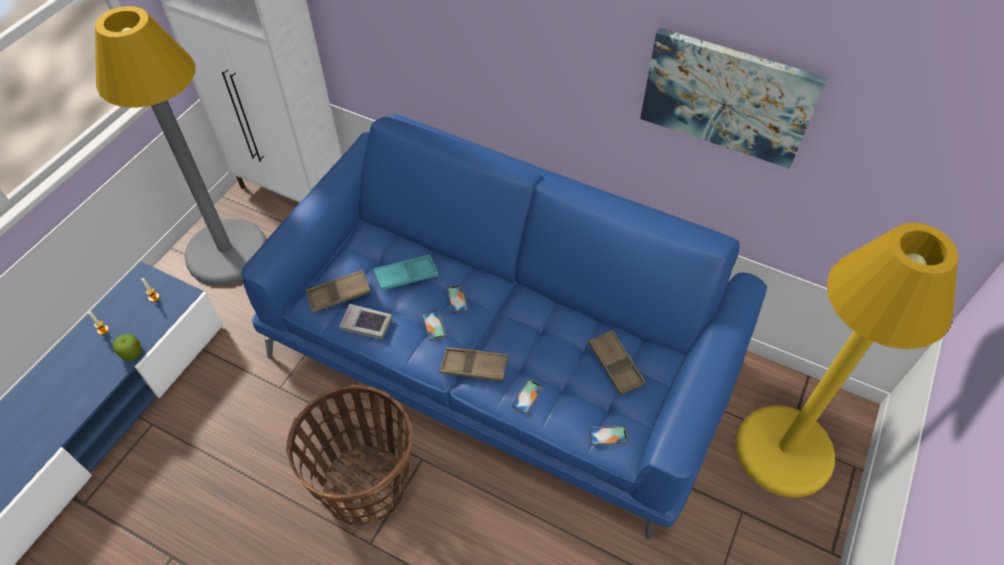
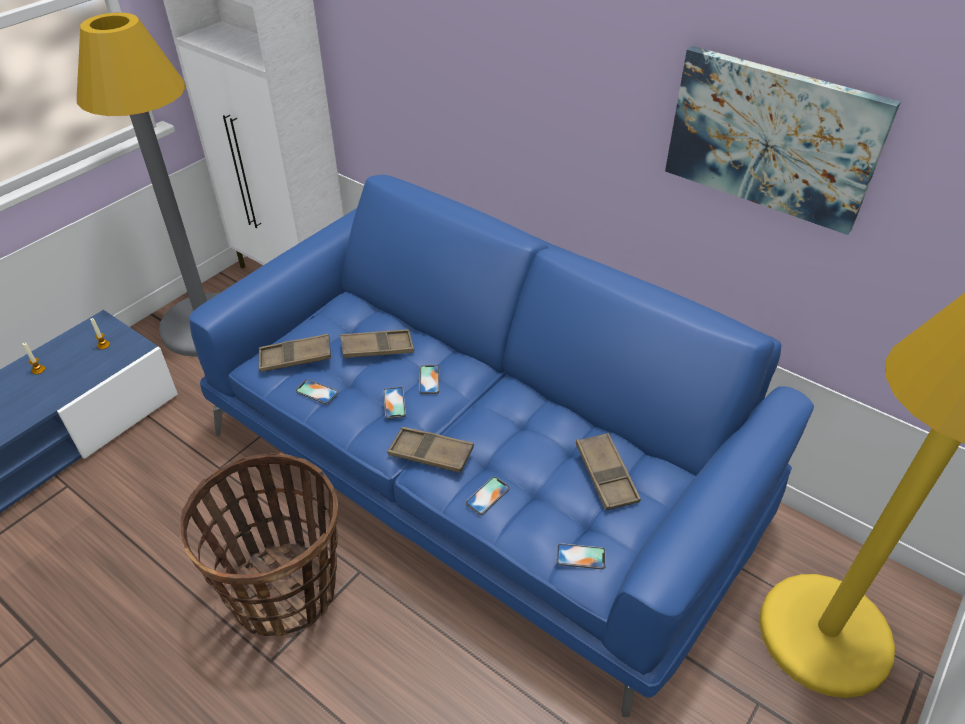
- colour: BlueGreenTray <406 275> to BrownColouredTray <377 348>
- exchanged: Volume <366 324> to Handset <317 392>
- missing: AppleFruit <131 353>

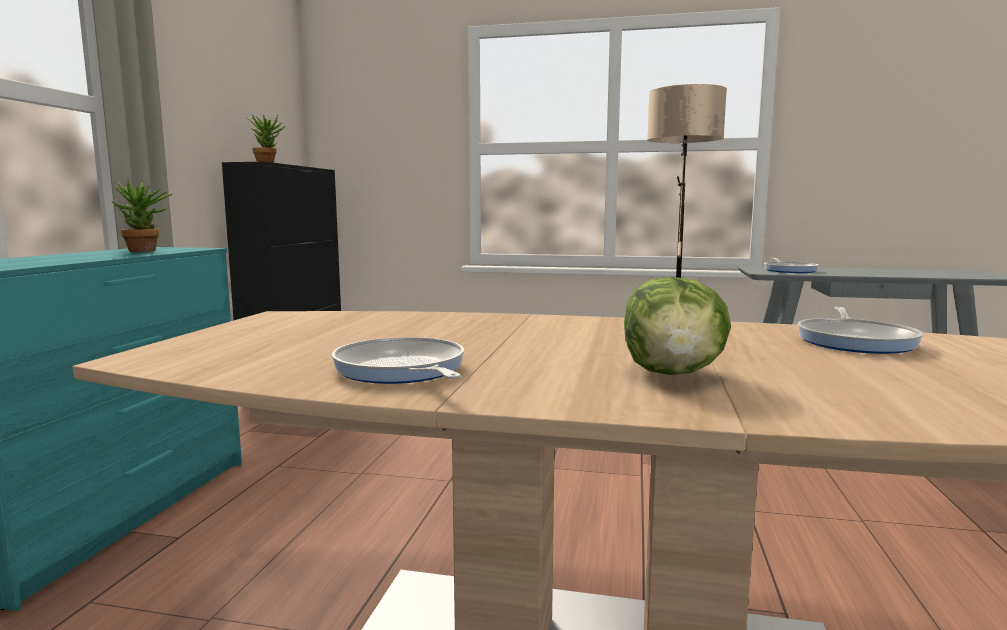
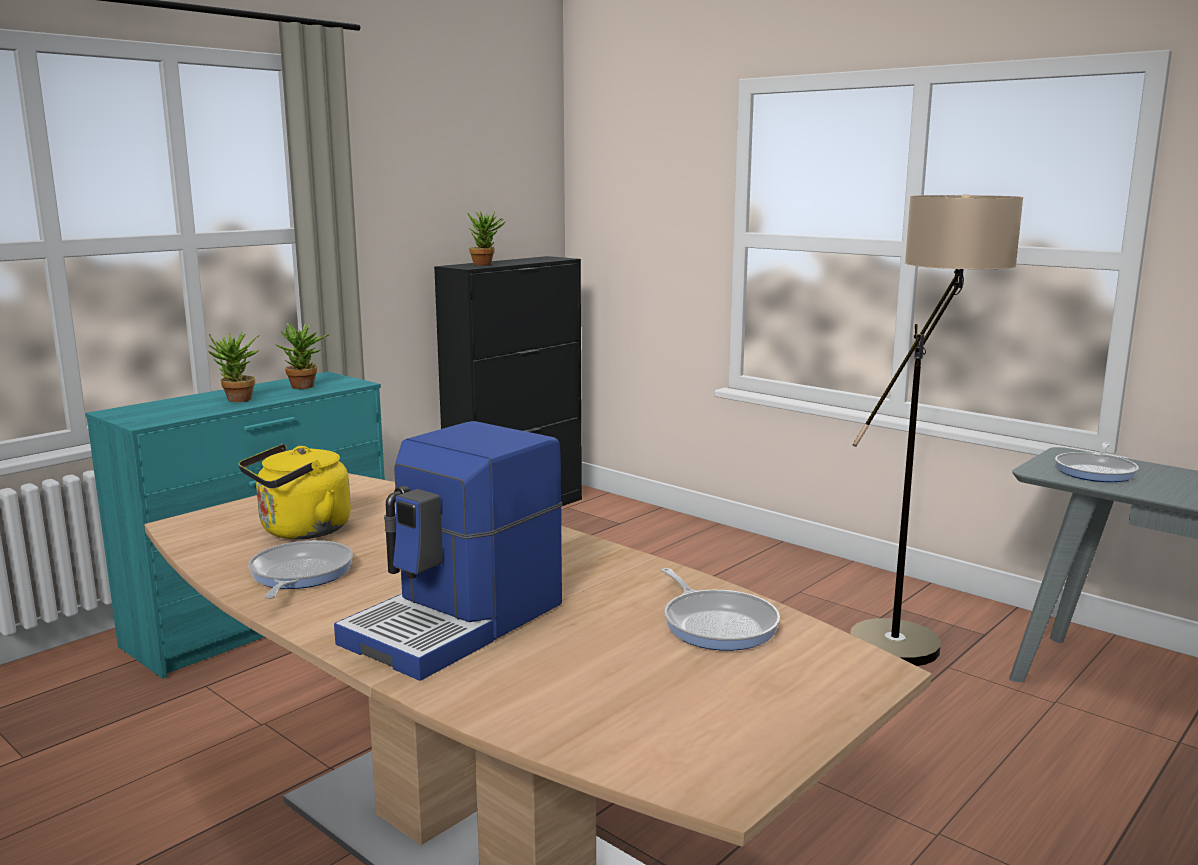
- exchanged: LettuceHead <673 373> to CoffeeMachine <458 623>
- spun: FryingPan <855 341> = <717 624> 75 degrees counterclockwise
- appeared: PlantInAPot <237 400>
- appeared: YellowishWaterKettle <300 531>

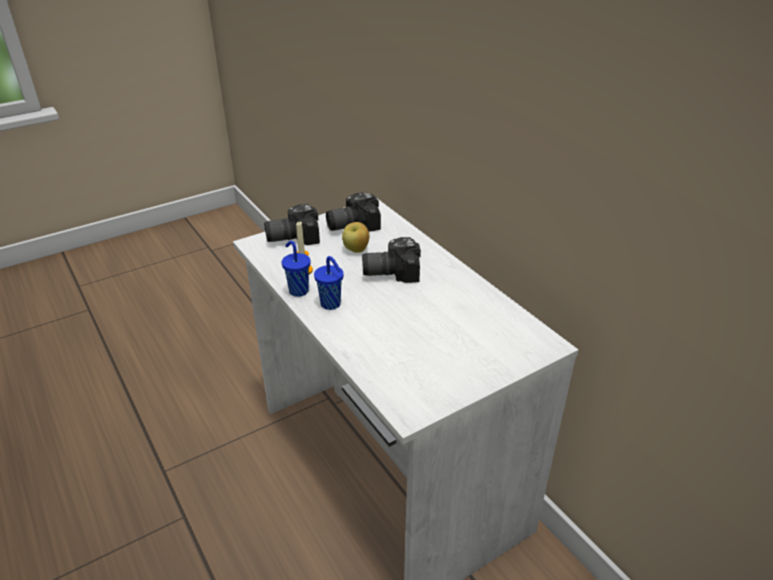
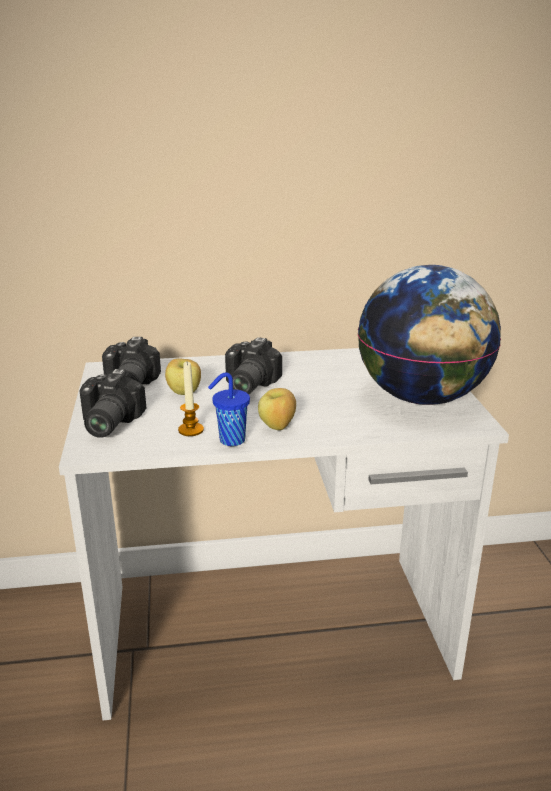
- exchanged: BlueColouredCup <331 305> to AppleFruit <277 426>
- appeared: Globe <421 398>

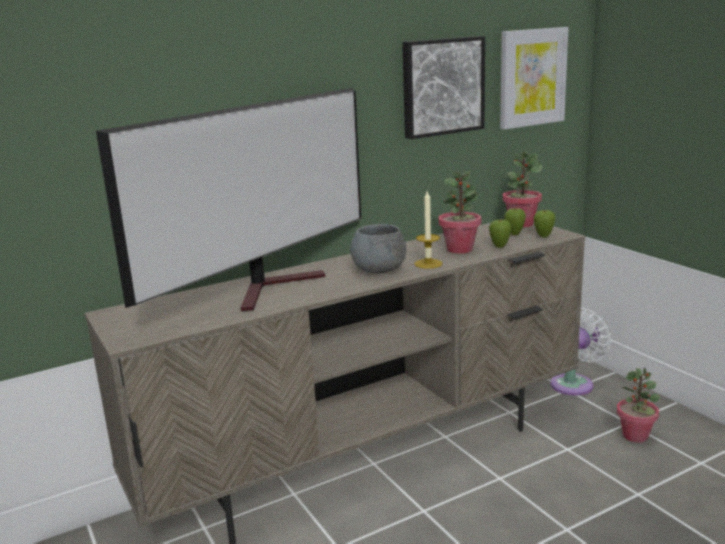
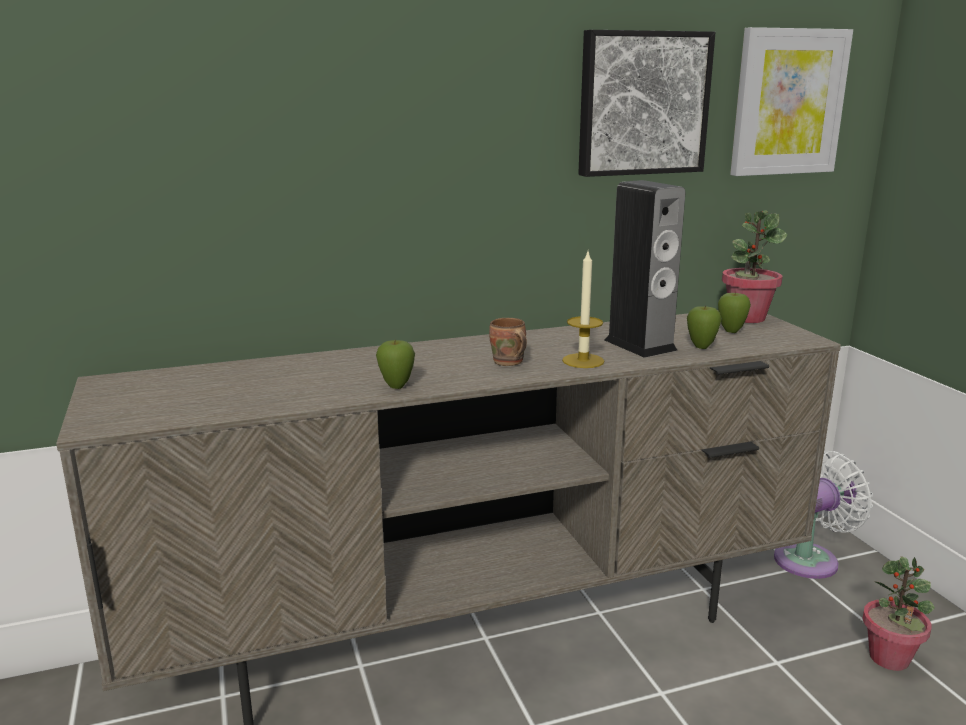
- missing: Television <273 287>
- exchanged: PlantInAPot <460 249> to AudioSpeaker <640 345>
- relocated: AppleFruit <543 236> to <396 386>
- exchanged: GreyServingBowl <379 270> to BrownColouredMug <507 363>

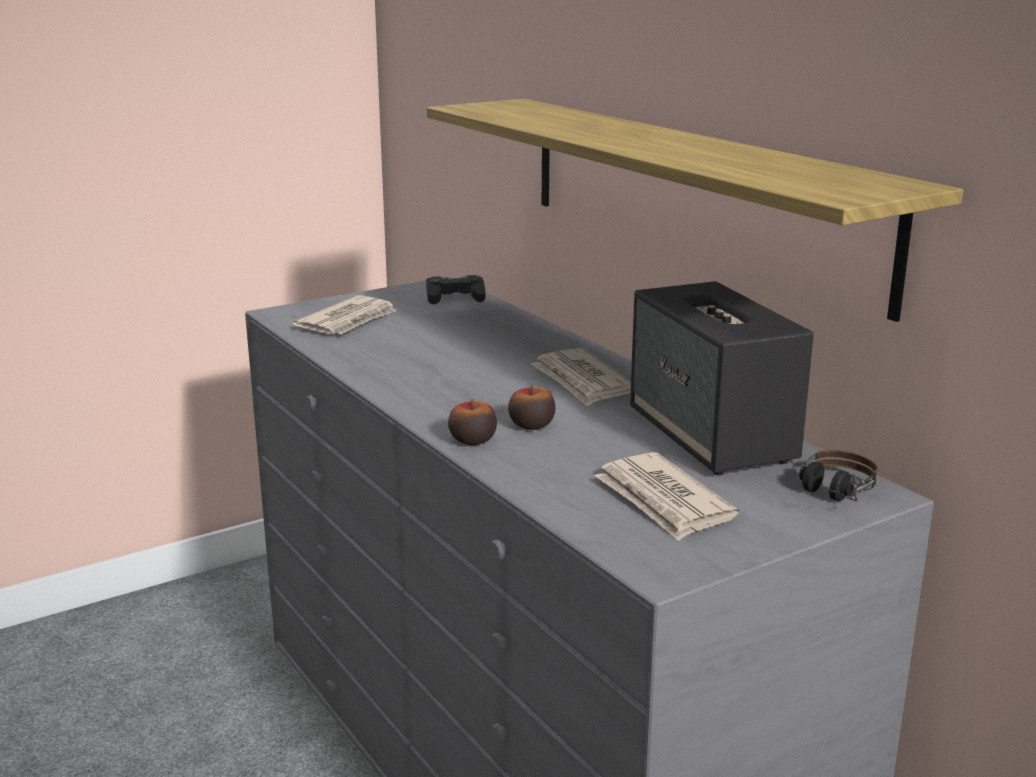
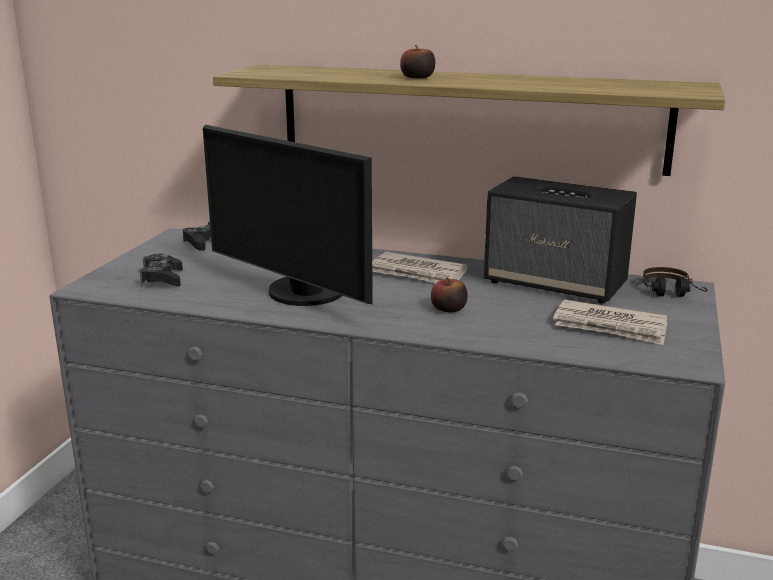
- exchanged: DailyPaper <349 321> to BlackishJoypad <162 278>
- relocated: AppleFruit <472 440> to <417 78>
- appeared: Monitor <300 294>

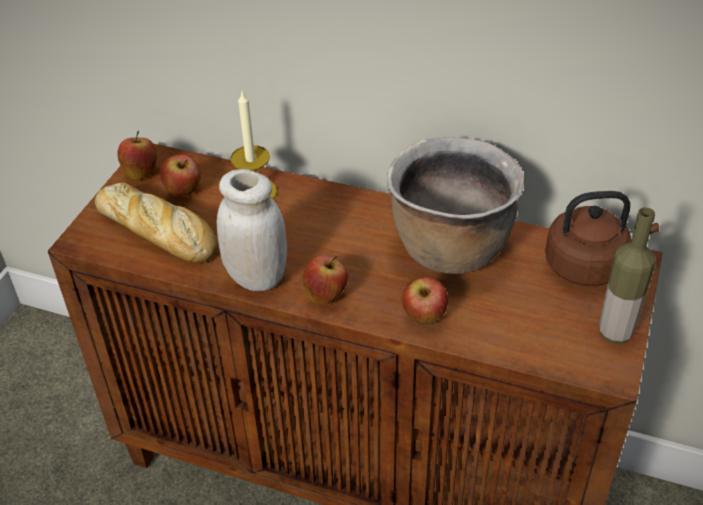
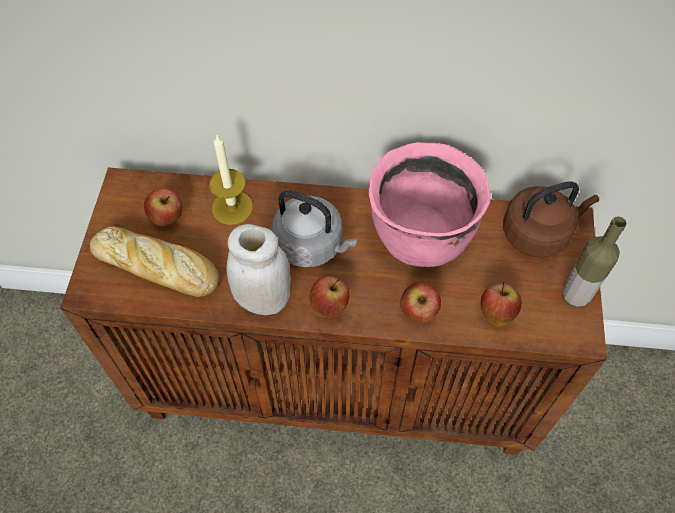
- relocated: AppleFruit <141 172> to <496 313>
- colour: BrownColouredStockpot <449 247> to PinkishStockpot <420 236>
- appeared: GreyWaterKettle <312 246>

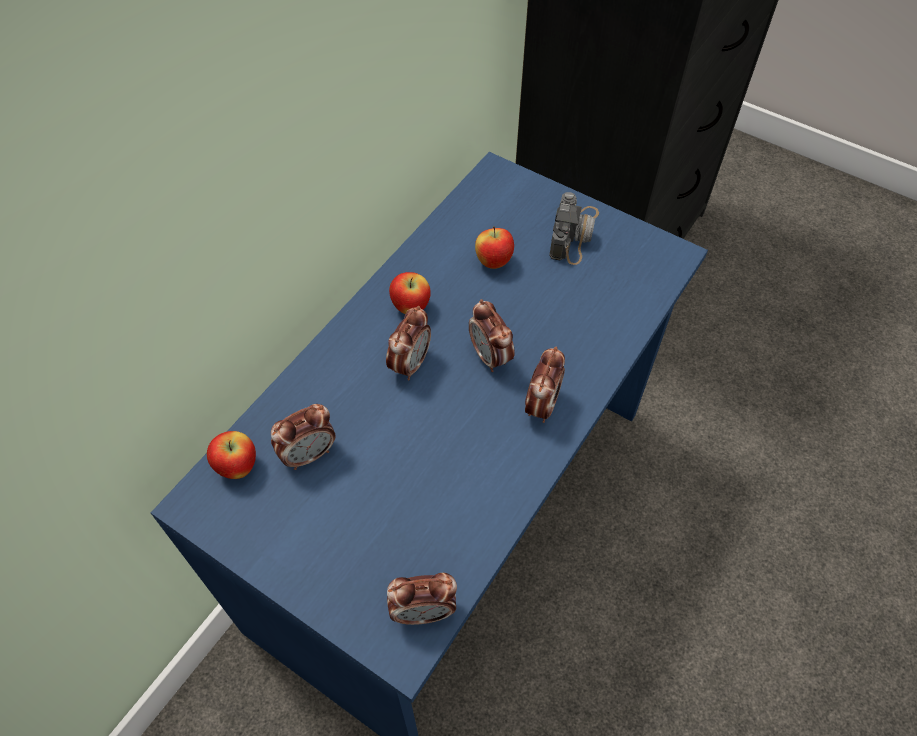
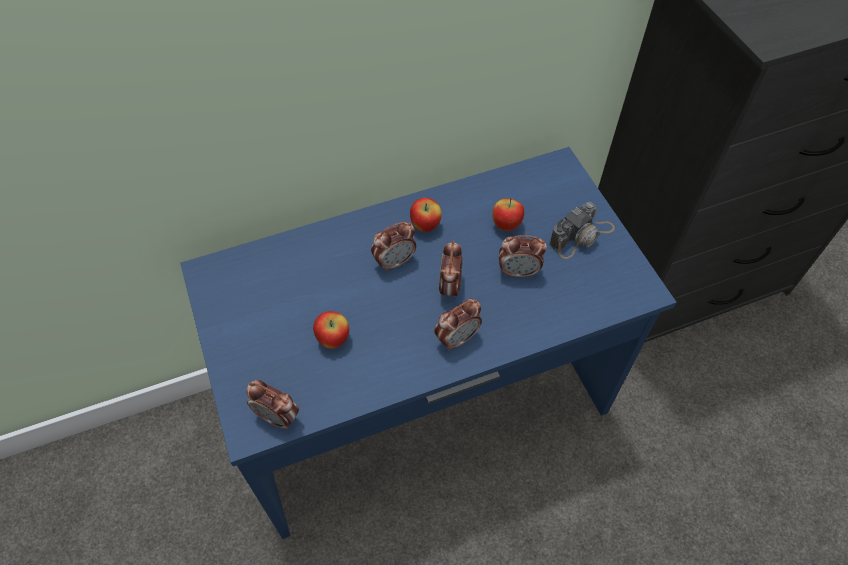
- relocated: AlarmClock <309 454> to <518 272>
- relocated: AppleFruit <237 466> to <333 339>

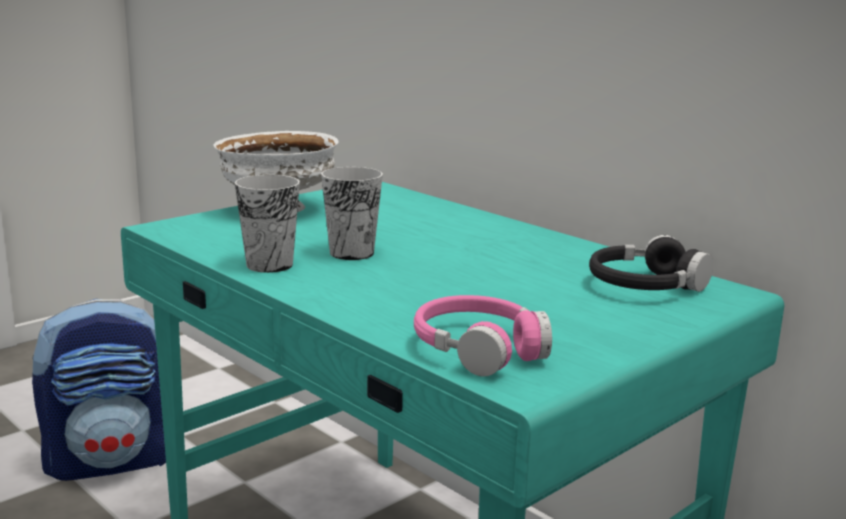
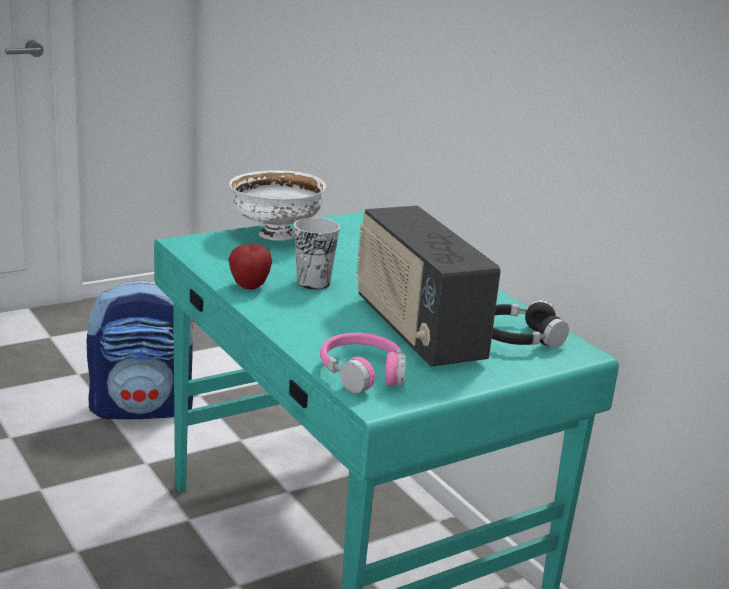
- exchanged: Cup <269 265> to AppleFruit <249 286>
- appeared: RadioSet <416 330>

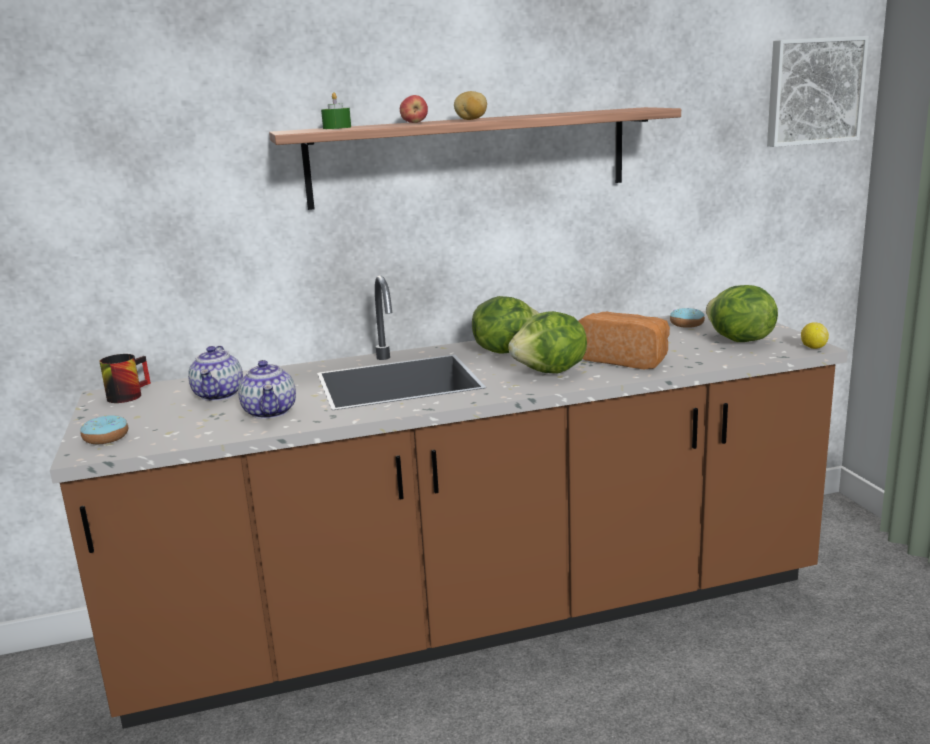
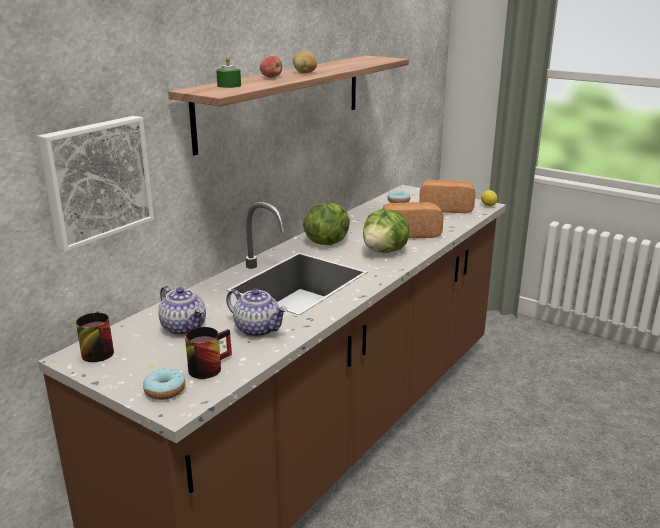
- relocated: WallArt <813 91> to <96 180>
- exchanged: LettuceHead <739 341> to Bread <445 208>
- appeared: Mug <208 366>

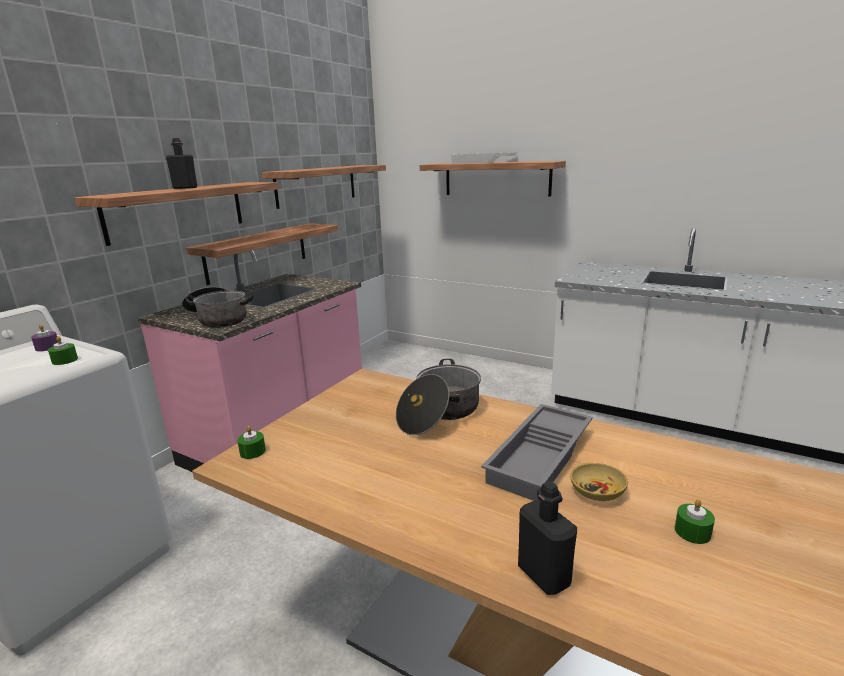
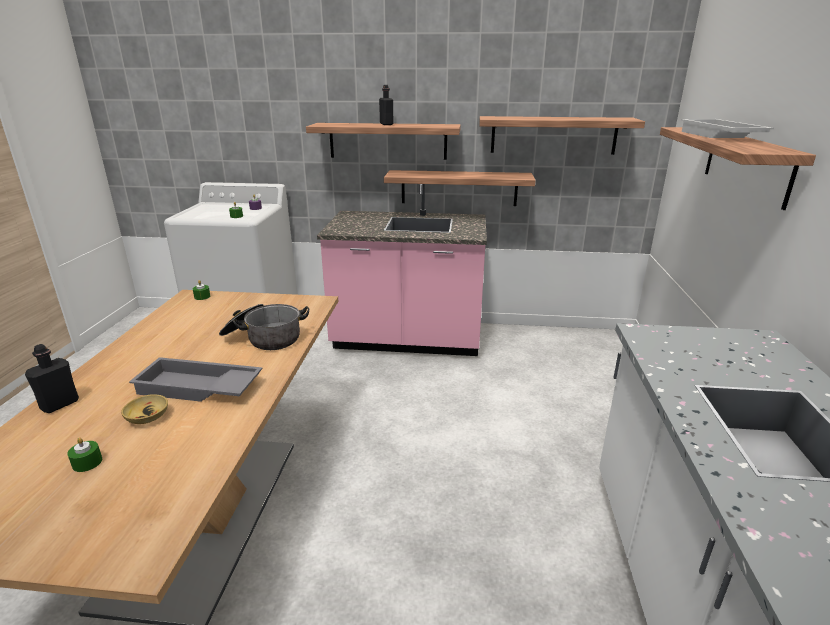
- missing: Stockpot <218 319>

